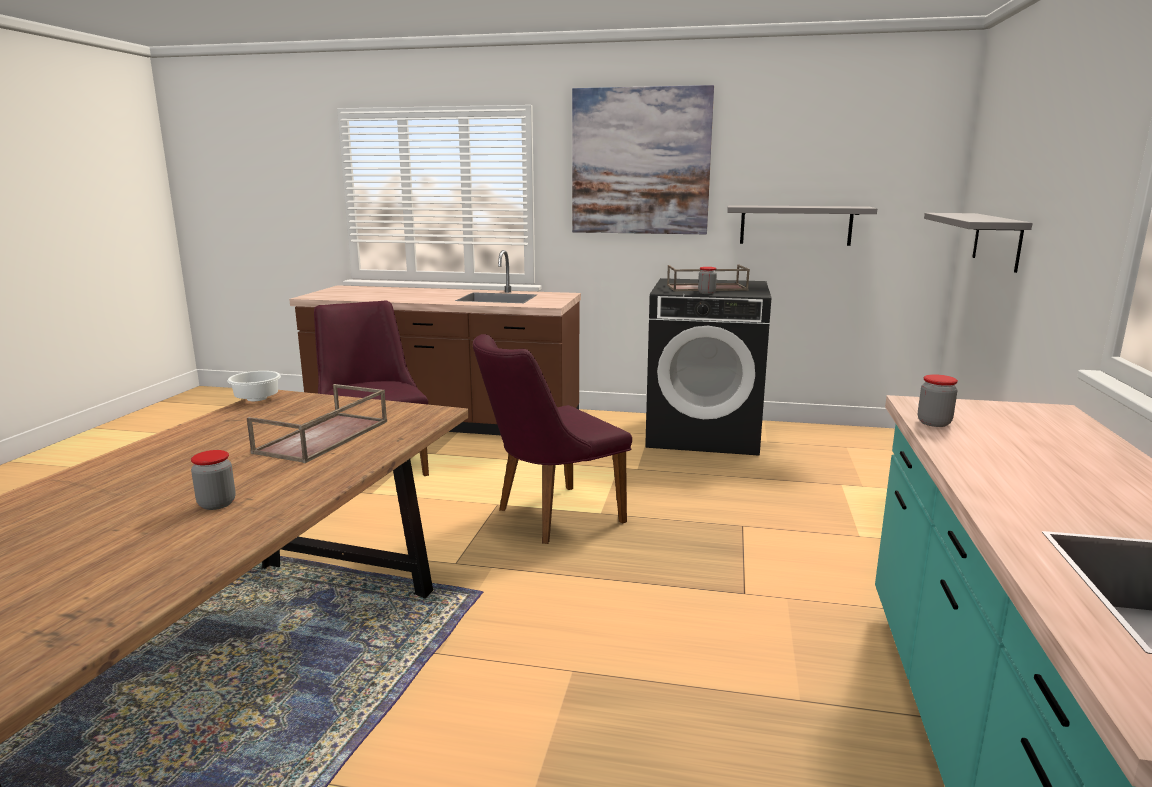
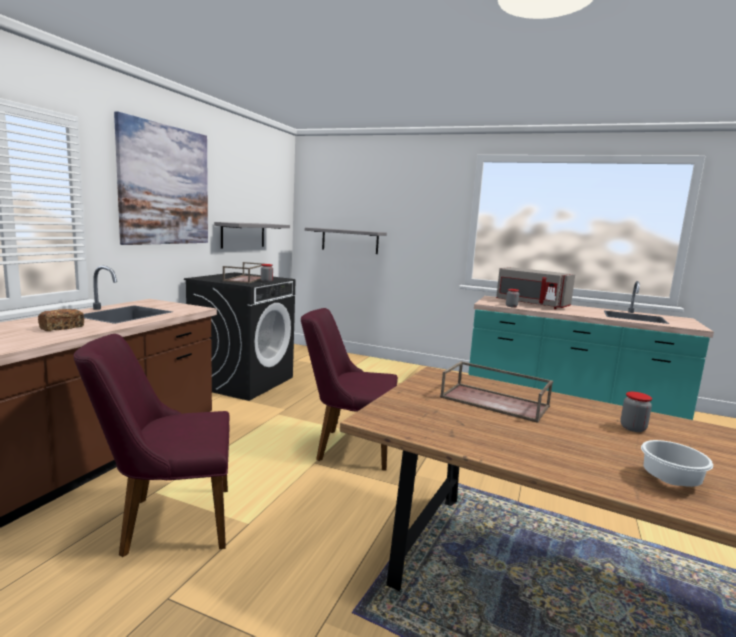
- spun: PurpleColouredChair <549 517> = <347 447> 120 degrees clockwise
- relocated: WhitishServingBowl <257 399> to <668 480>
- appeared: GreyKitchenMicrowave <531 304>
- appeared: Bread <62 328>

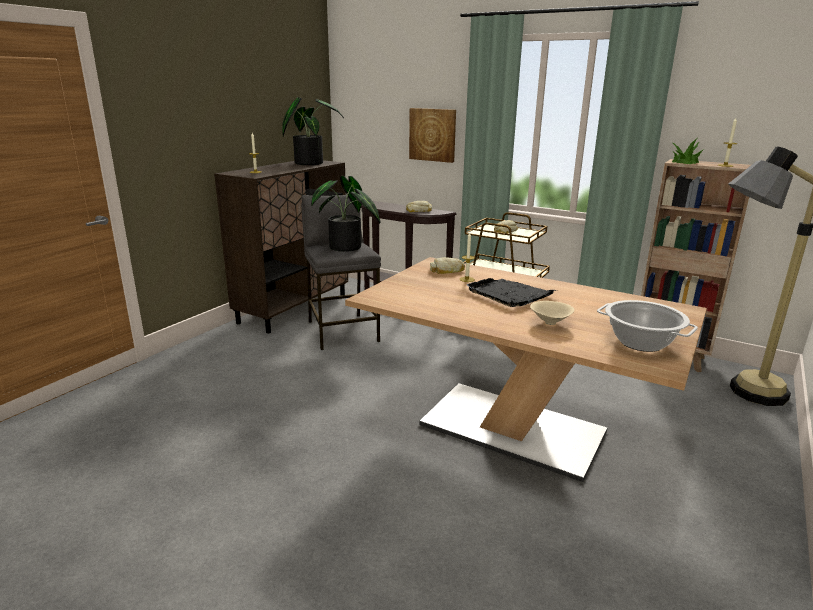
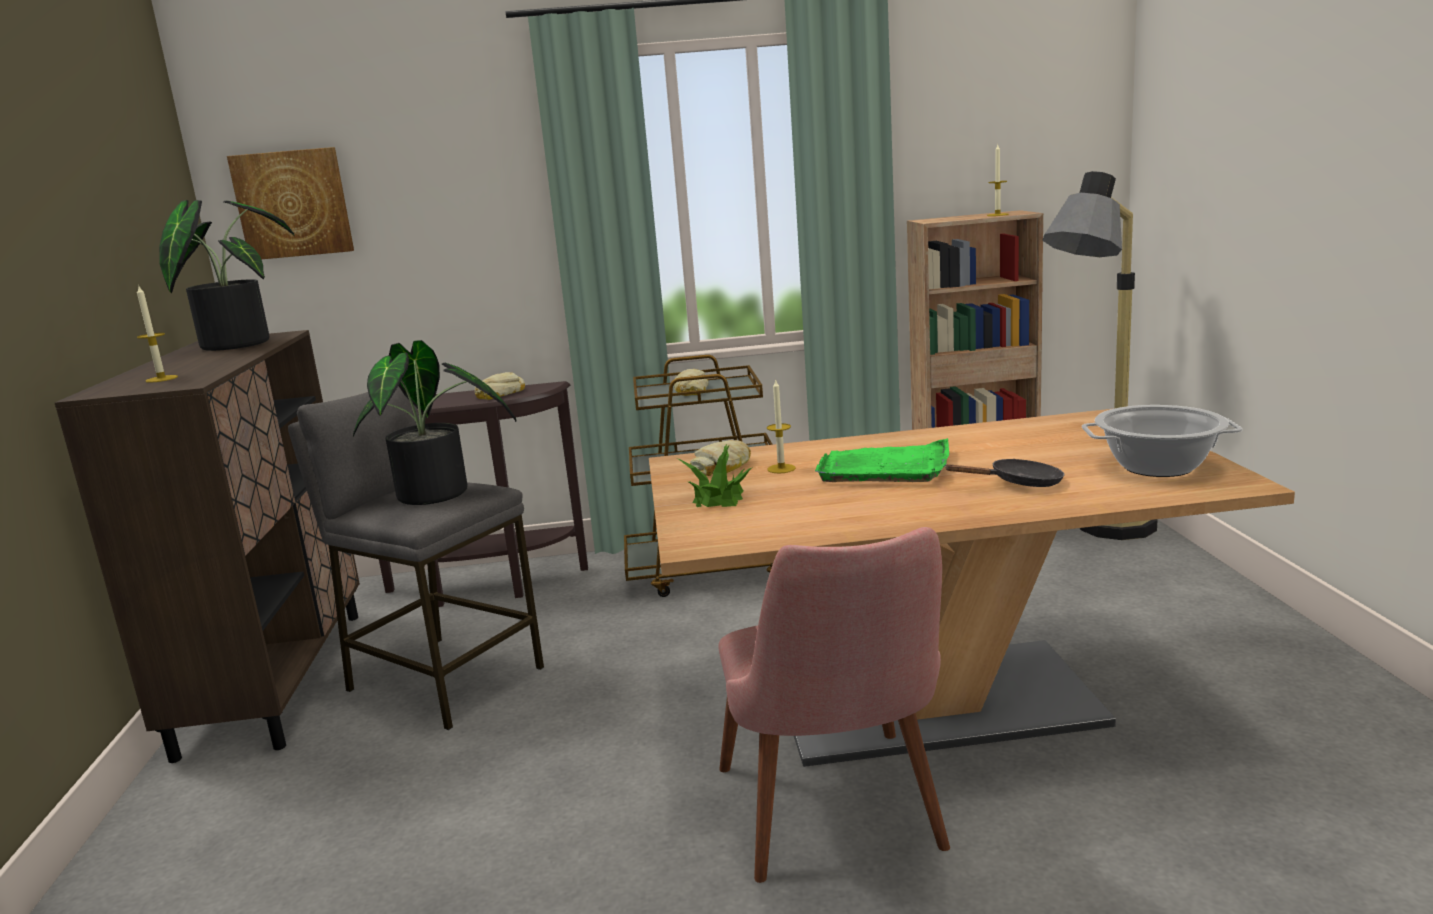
- relocated: WallArt <433 135> to <293 204>
- relocated: PlantInAPot <685 162> to <719 497>
- colour: BlackishTray <509 294> to GreenishTray <885 468>
- exchanged: BeigeColouredServingBowl <550 323> to BlackishFryingPan <1019 483>
- appeared: PinkishChair <839 825>

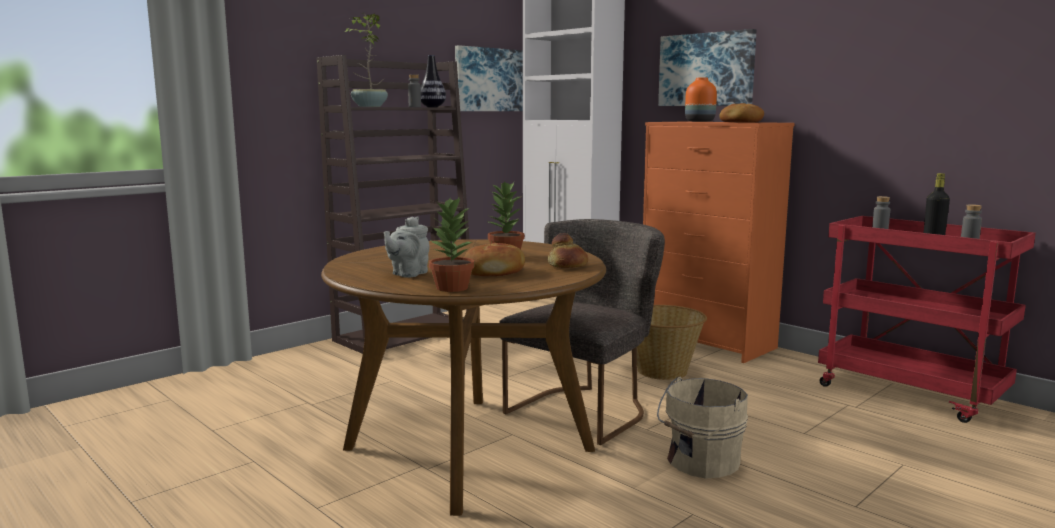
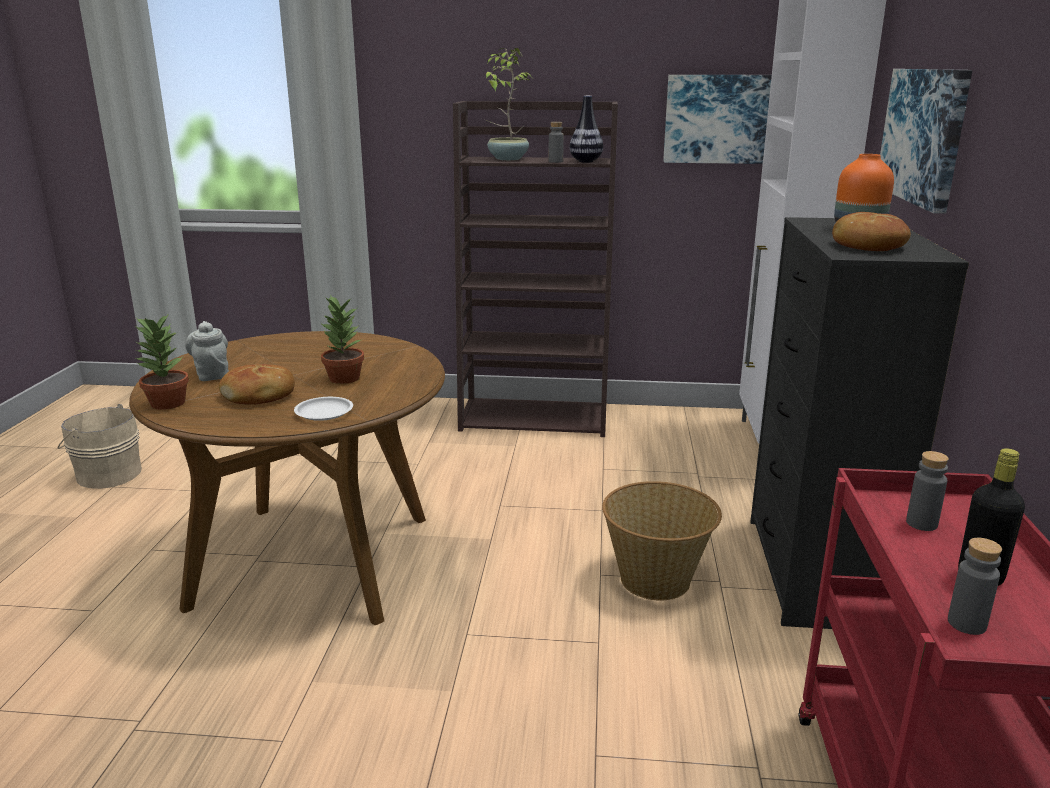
- colour: OrangeColouredDrawerChest <707 342> to BlackishDrawerChest <815 572>
- spun: GreyTeaPot <408 274> = <212 374> 75 degrees clockwise
- missing: GreyChair <586 409>
- exchanged: Bread <567 266> to WhitishPlate <323 412>
- relocated: BeigeColouredPail <700 462> to <107 474>

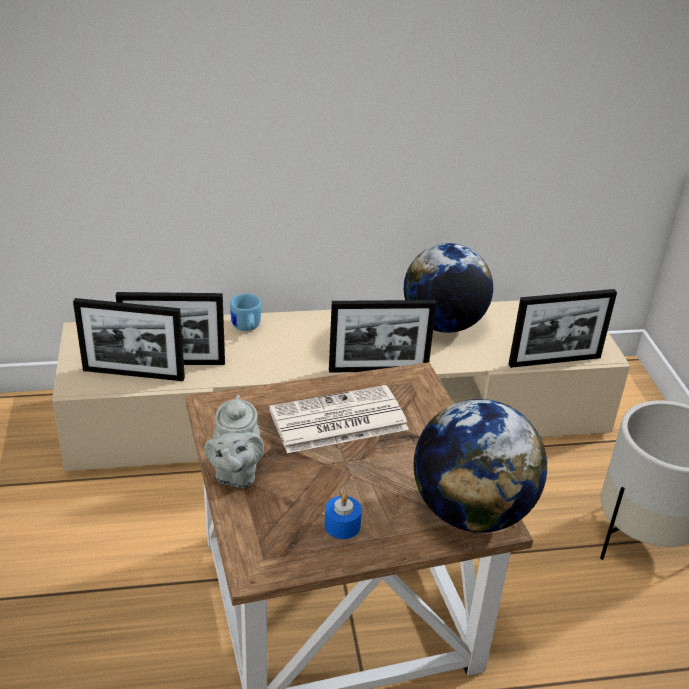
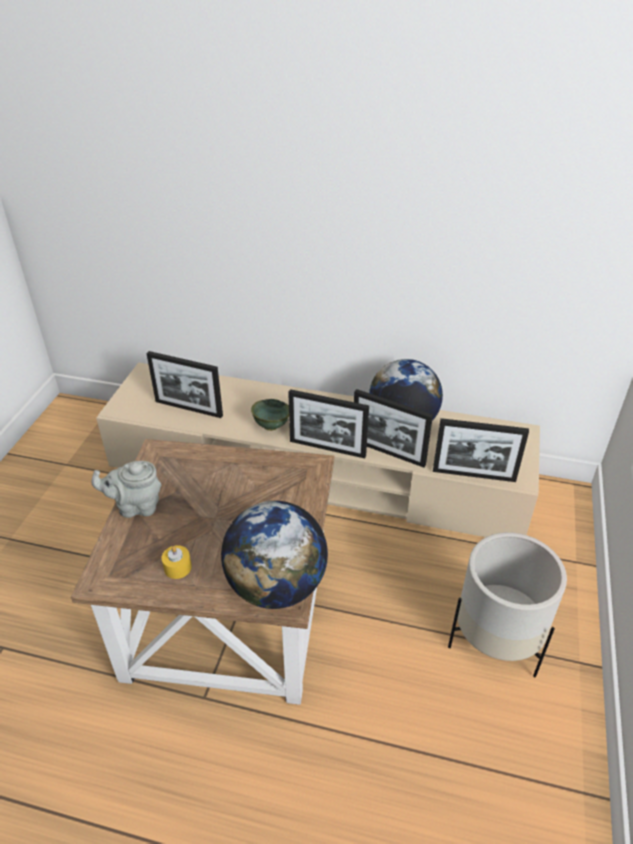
- missing: BlueColouredMug <246 328>
- relocated: PictureFrame <133 374> to <388 452>
- missing: DailyPaper <336 421>
- spun: GreyTeaPot <235 473> = <135 506> 60 degrees clockwise
- colour: BlueColouredWaxCandle <342 525> to YellowishWaxCandle <177 567>
- appeared: GreenishServingBowl <270 426>

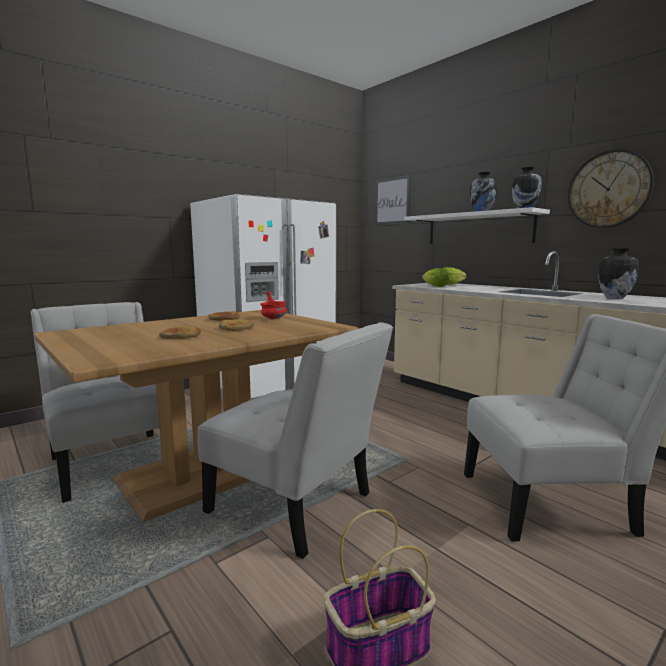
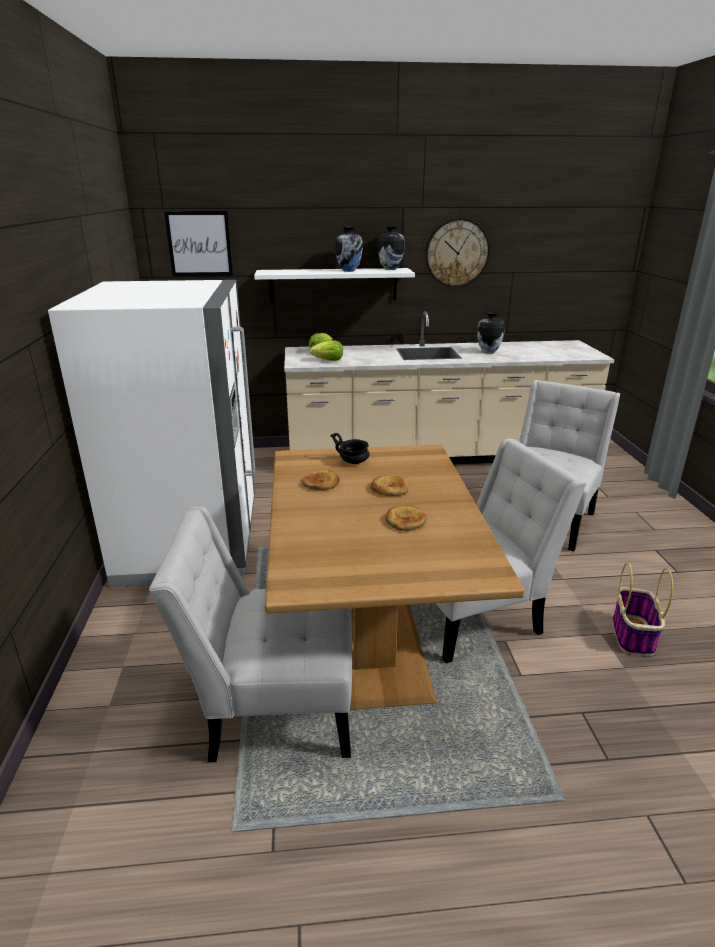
- colour: ReddishServingBowl <273 318> to BlackishServingBowl <353 462>

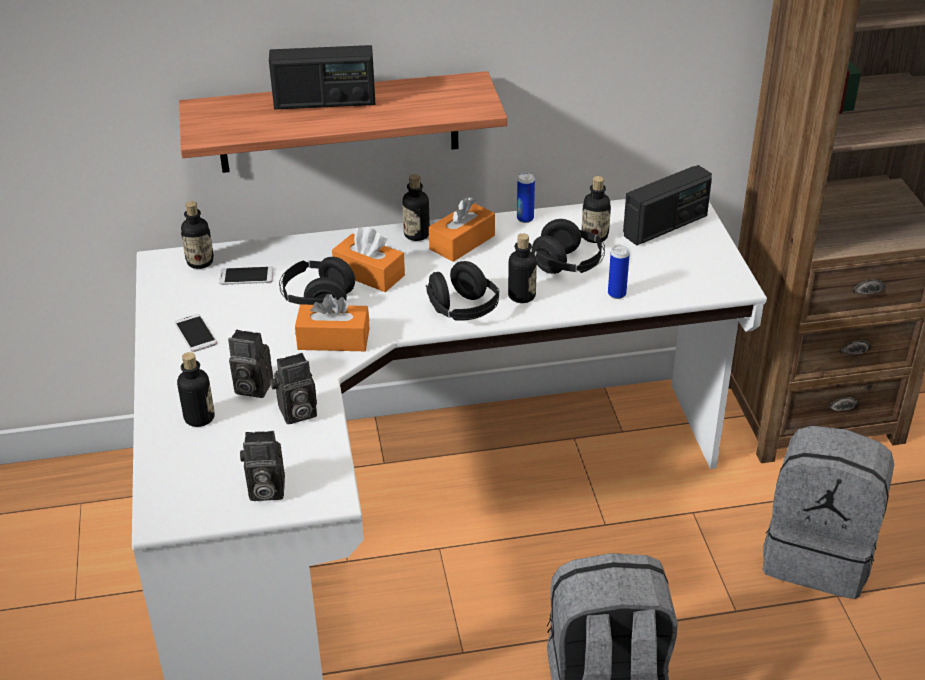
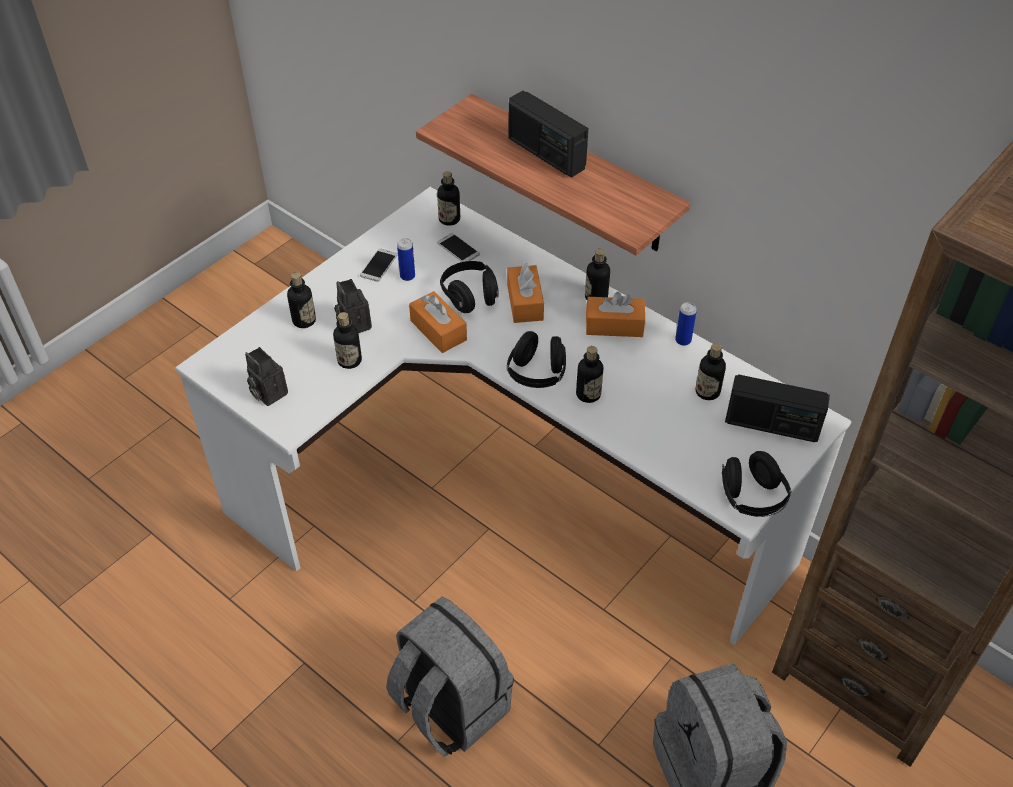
- relocated: BlackishHeadset <568 265> to <752 498>
- relocated: Can <616 294> to <407 276>
- exchanged: PhotoCamera <296 413> to Bottle <349 360>

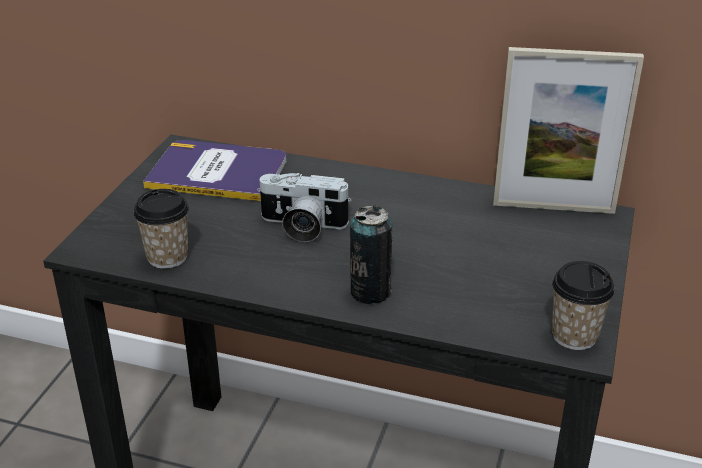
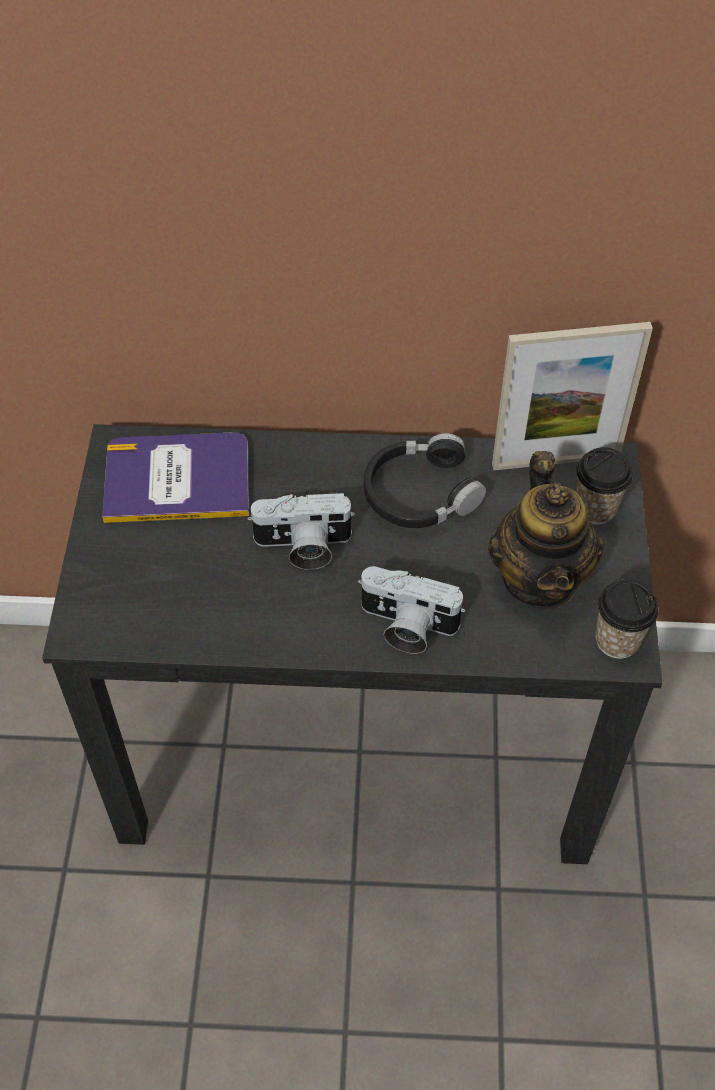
- relocated: Cup <167 257> to <595 508>
- exchanged: Can <370 292> to PhotoCamera <405 626>
- appeared: BlackishHeadset <420 494>
- appeared: TeaPot <540 579>

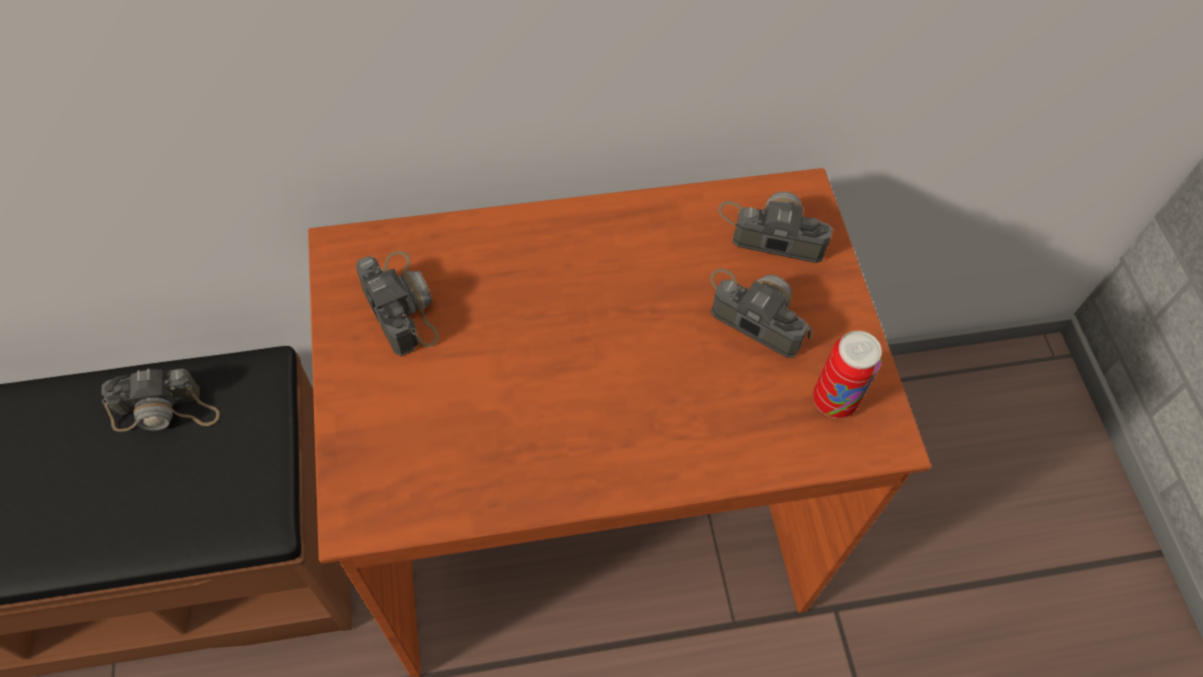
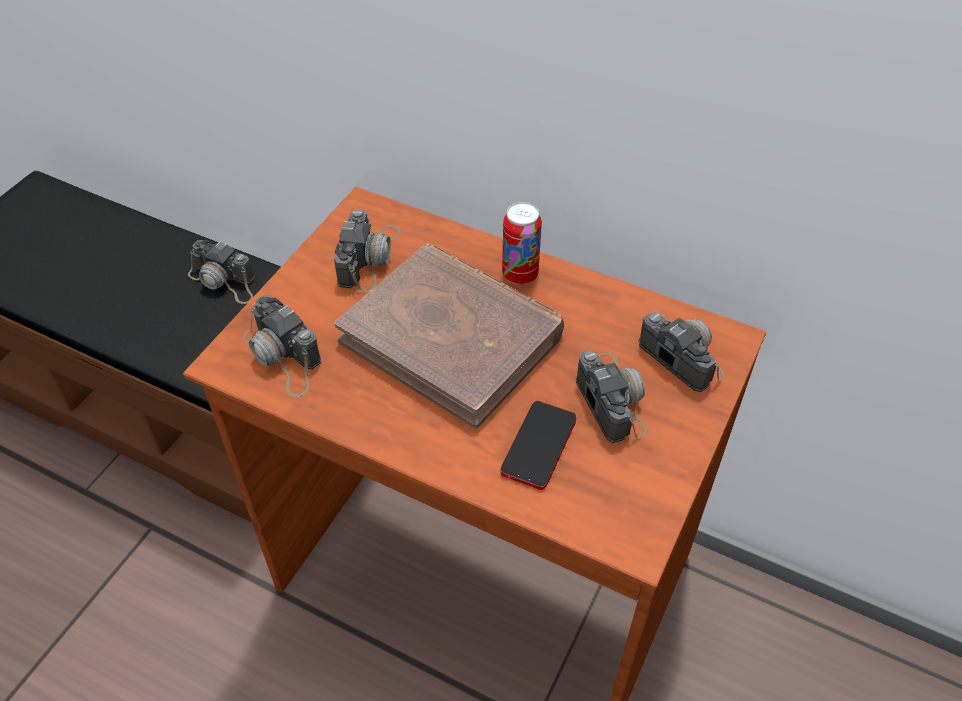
- relocated: Can <834 400> to <520 275>
- appeared: BrownColouredVolume <452 337>
- appeared: PhotoCamera <283 356>
- appeared: Handset <538 445>

